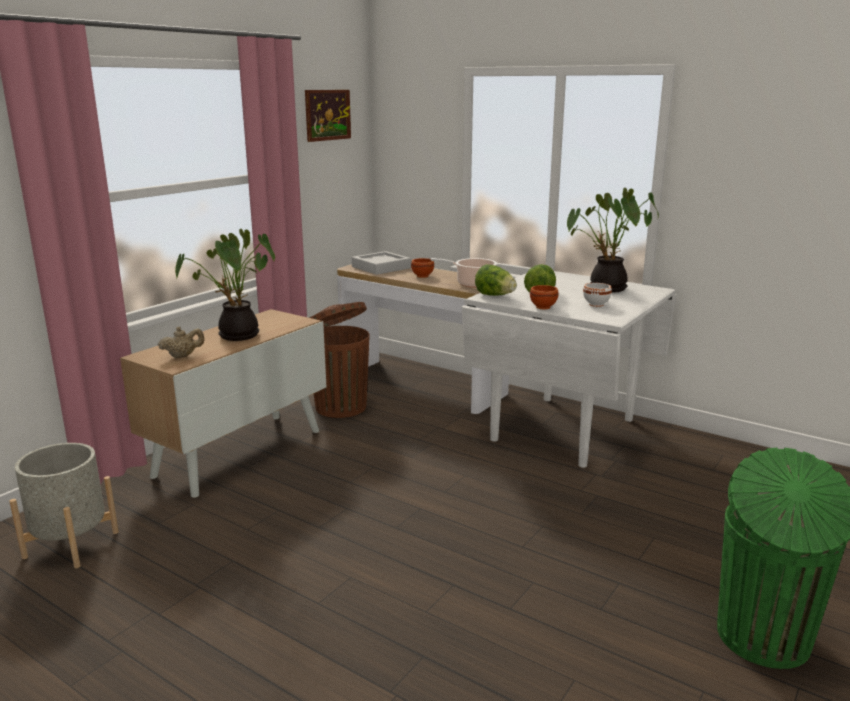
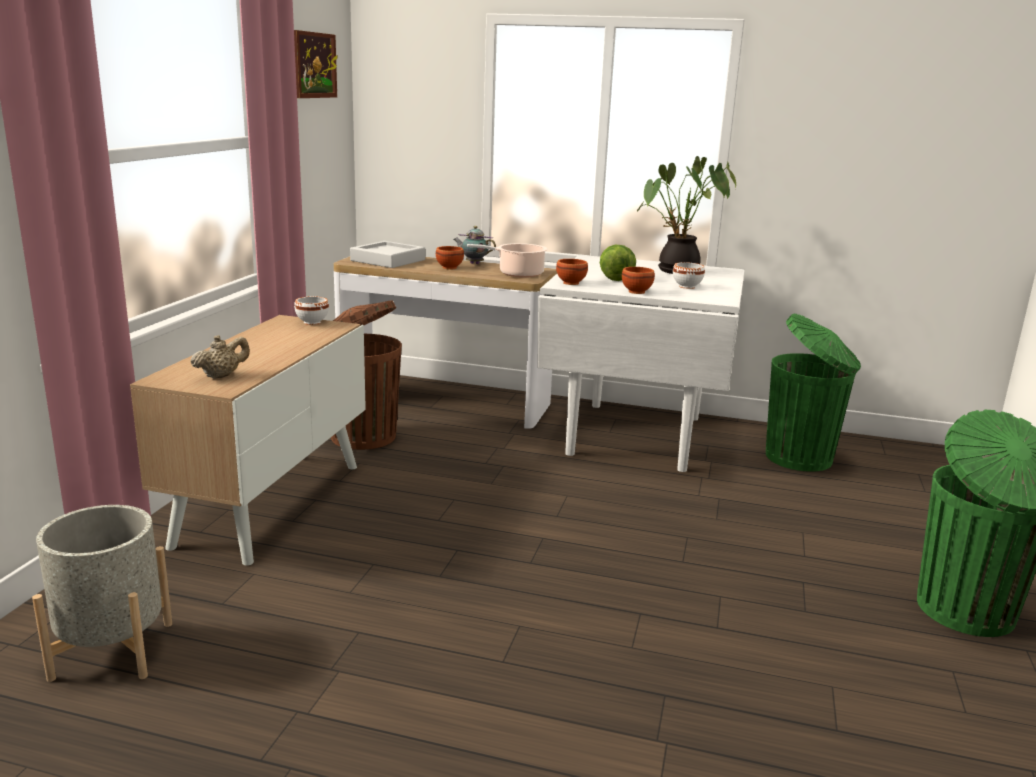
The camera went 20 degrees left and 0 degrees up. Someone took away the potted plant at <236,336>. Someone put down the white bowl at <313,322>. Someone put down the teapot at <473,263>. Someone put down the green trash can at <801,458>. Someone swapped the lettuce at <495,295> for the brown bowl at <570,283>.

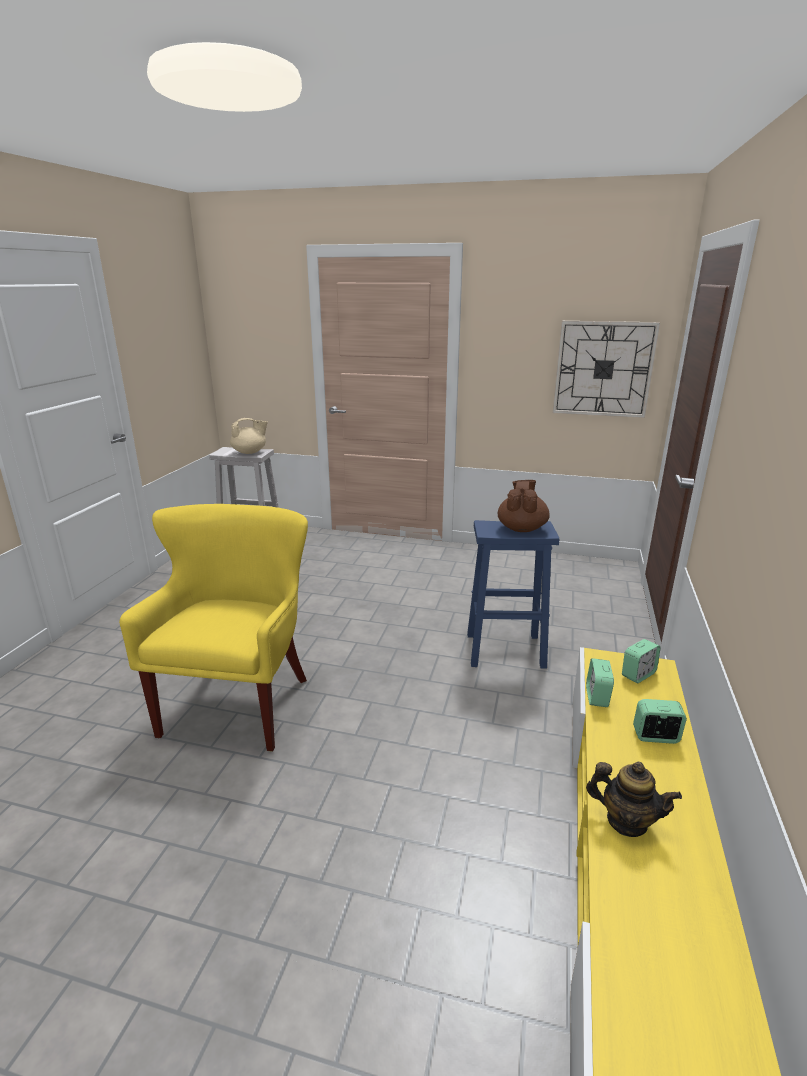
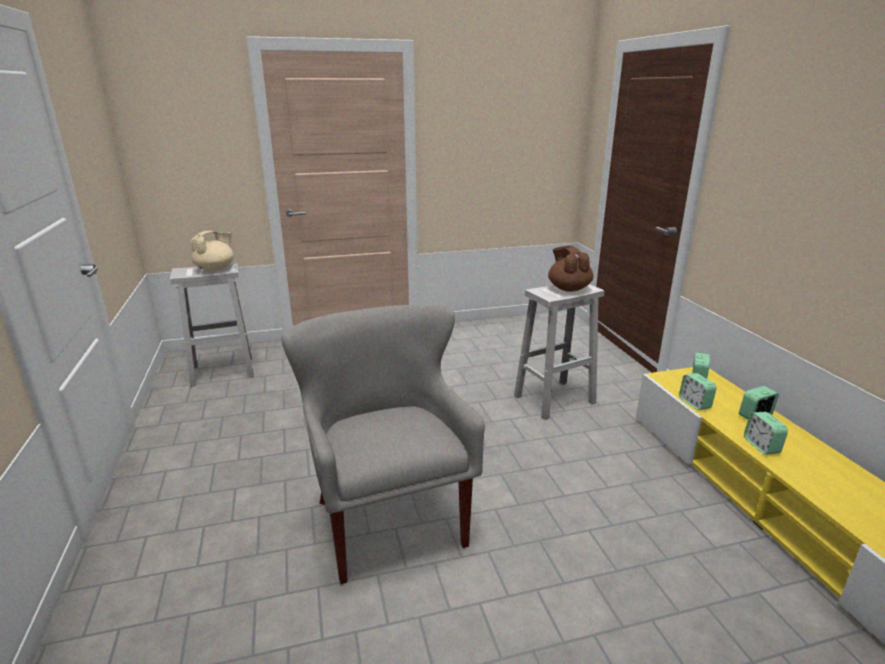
The camera went 30 degrees left and 0 degrees up. Someone took away the wall clock at <603,369>. Someone took away the teapot at <626,821>. Someone put down the alarm clock at <761,446>. Someone repainted the yellow armchair at <240,704>, which became the grey armchair at <389,520>. Someone repainted the blue stool at <506,650>, which became the white stool at <555,399>.

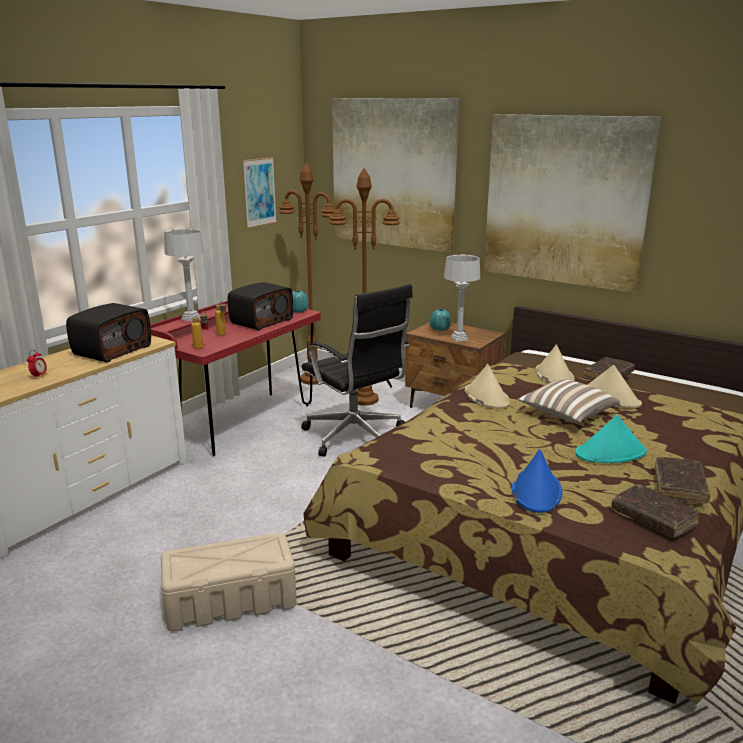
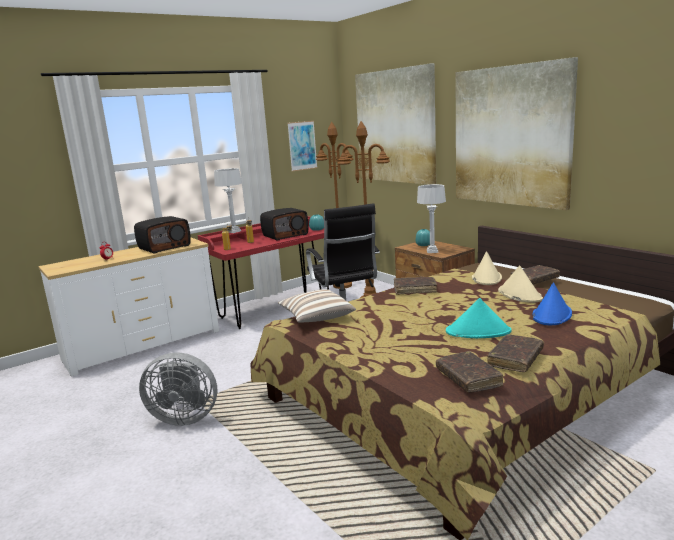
The camera went 20 degrees right and 5 degrees down. Someone carried the blue hat from <536,491> to <552,315>. Someone carried the pillow from <566,414> to <316,318>. Someone swapped the beige storage box at <231,601> for the grey fan at <184,417>. Someone swapped the beige hat at <486,397> for the brown book at <415,290>.

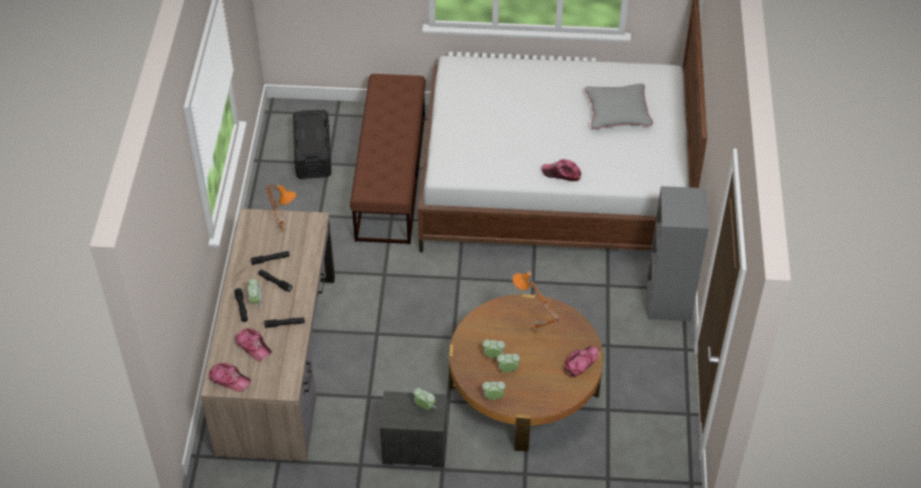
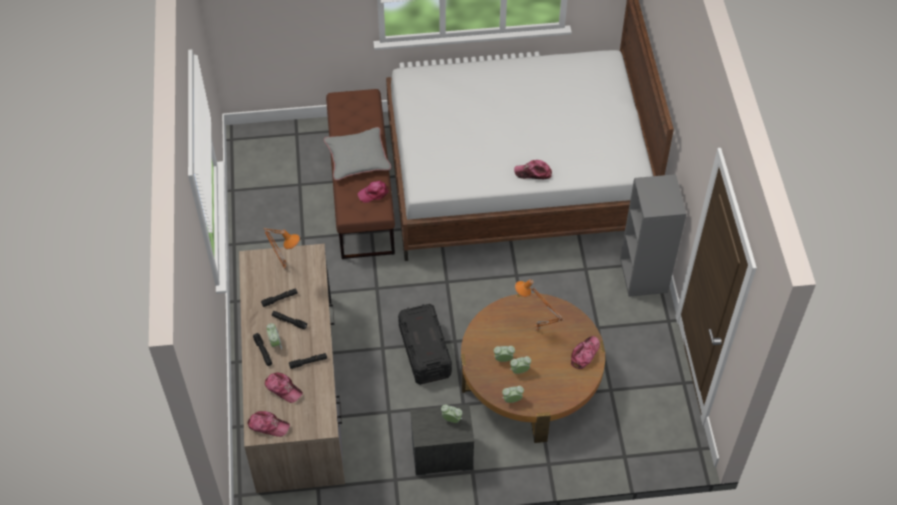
The camera went 10 degrees left and 5 degrees up. Someone put down the pink cap at <374,193>. Someone carried the black storage box from <313,154> to <425,351>. Someone carried the grey pillow from <617,111> to <357,158>.

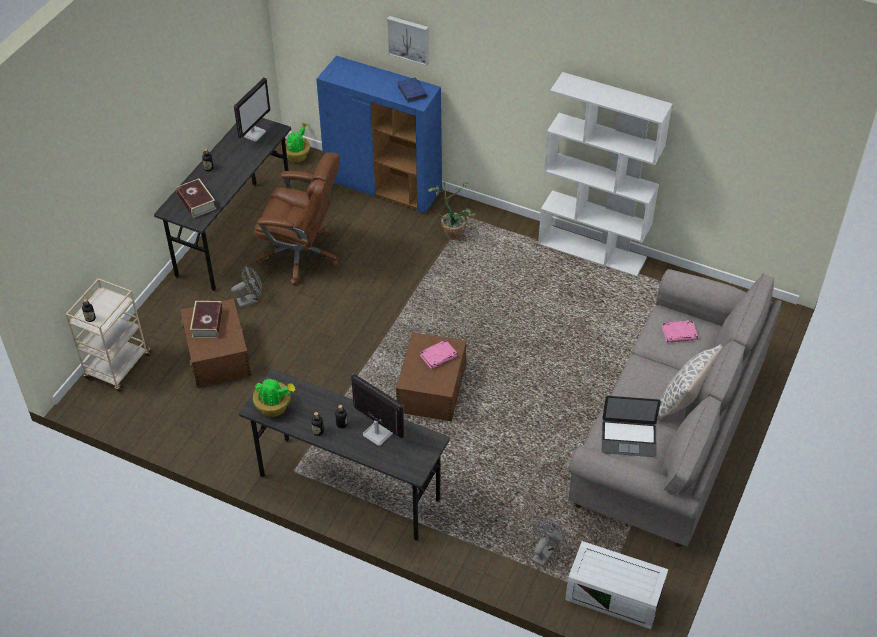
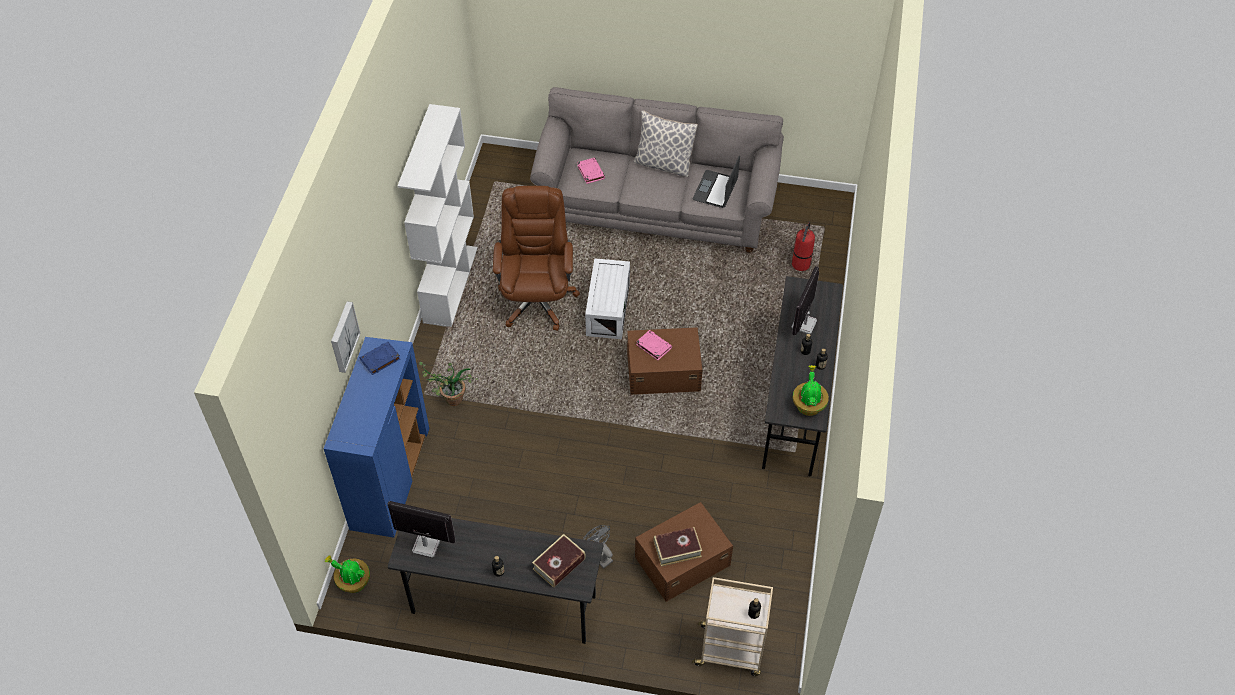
The camera went 105 degrees left and 5 degrees up. Someone carried the brown office chair from <301,255> to <537,299>. Someone carried the white storage box from <615,595> to <607,309>. Someone swapped the grey fan at <544,553> for the fire extinguisher at <801,264>. Someone rotated the laptop at <628,438> by 150 degrees counterclockwise.

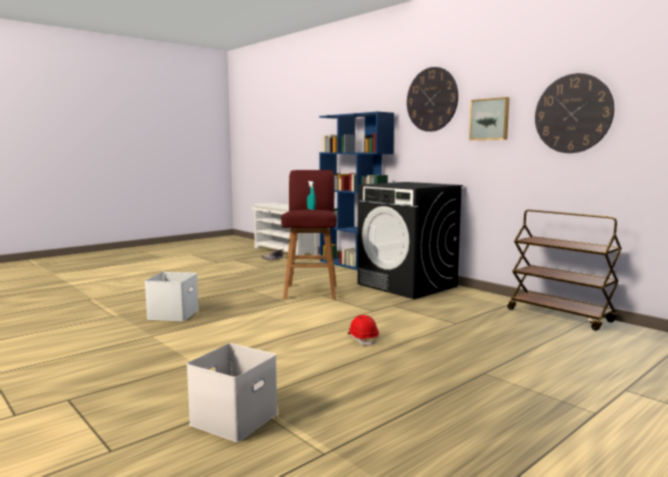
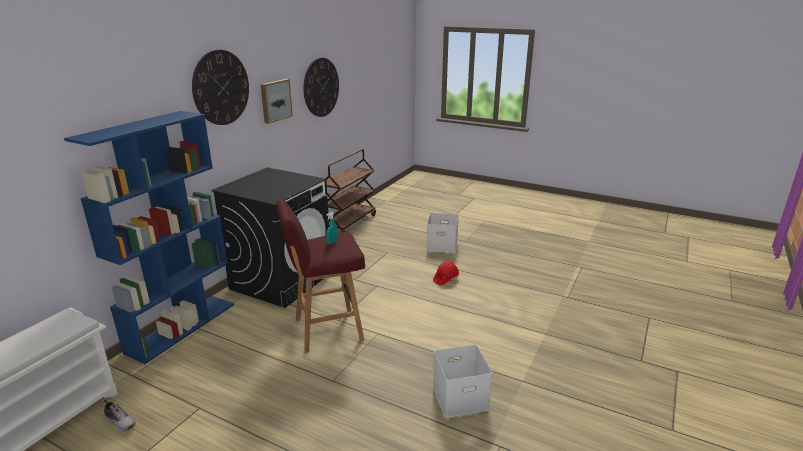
The camera went 110 degrees left and 15 degrees up. Someone carried the white storage box from <234,420> to <443,245>.

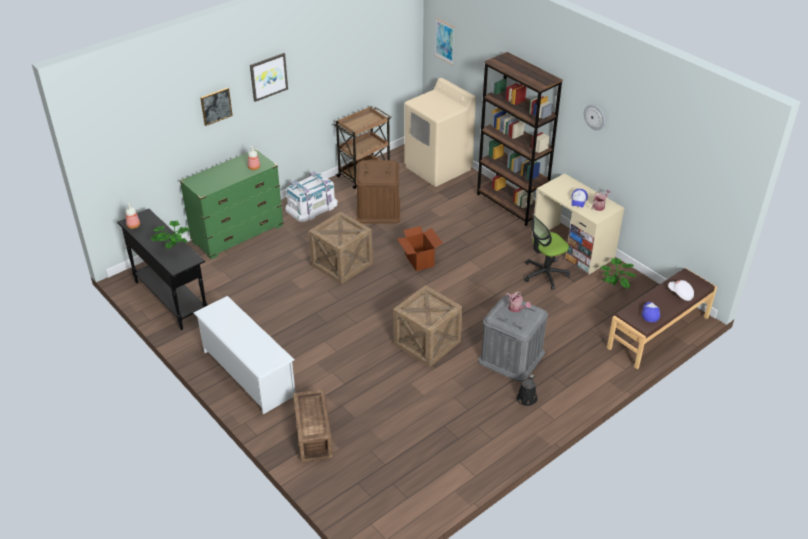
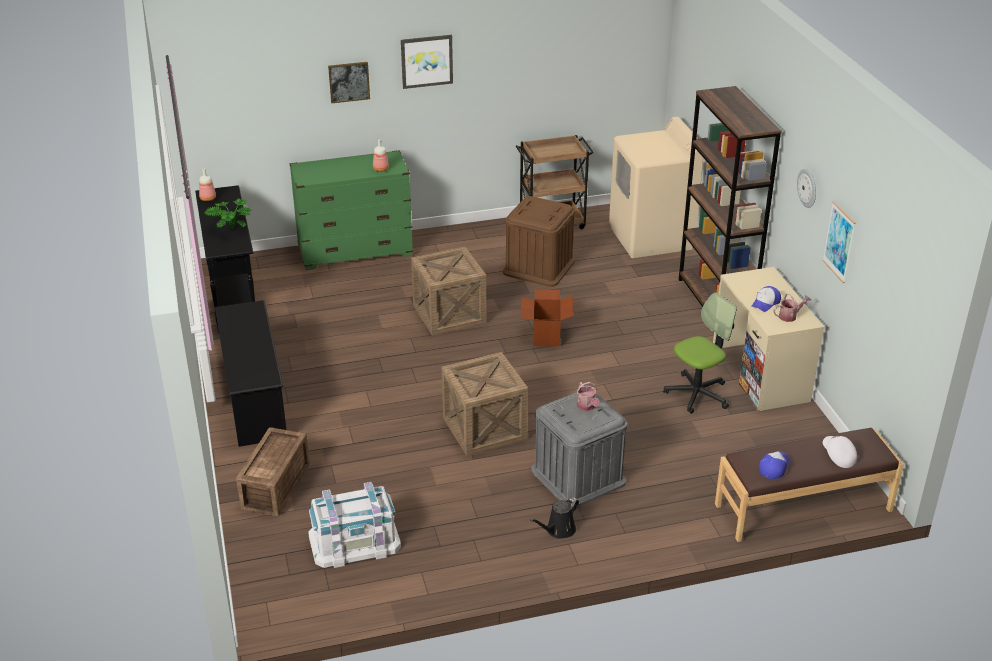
The camera went 25 degrees right and 5 degrees down. Someone took away the potted plant at <616,284>. Someone carried the white storage box from <311,207> to <354,542>. Someone carried the picture from <444,41> to <839,241>. Someone repainted the white shoe rack at <248,373>, which became the black shoe rack at <255,399>. Someone rotated the office chair at <544,274> by 150 degrees clockwise.

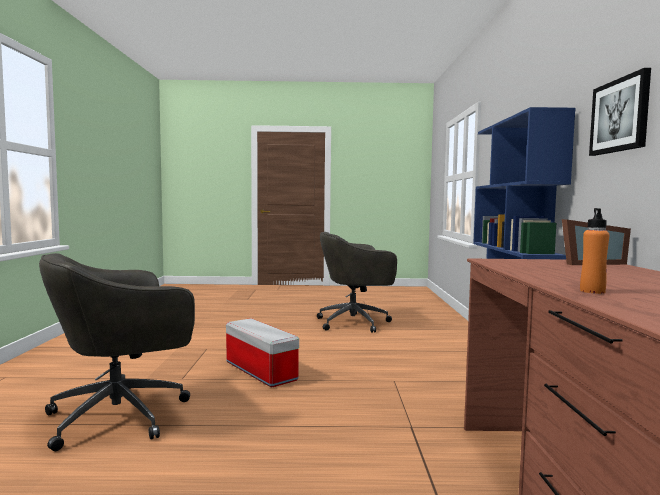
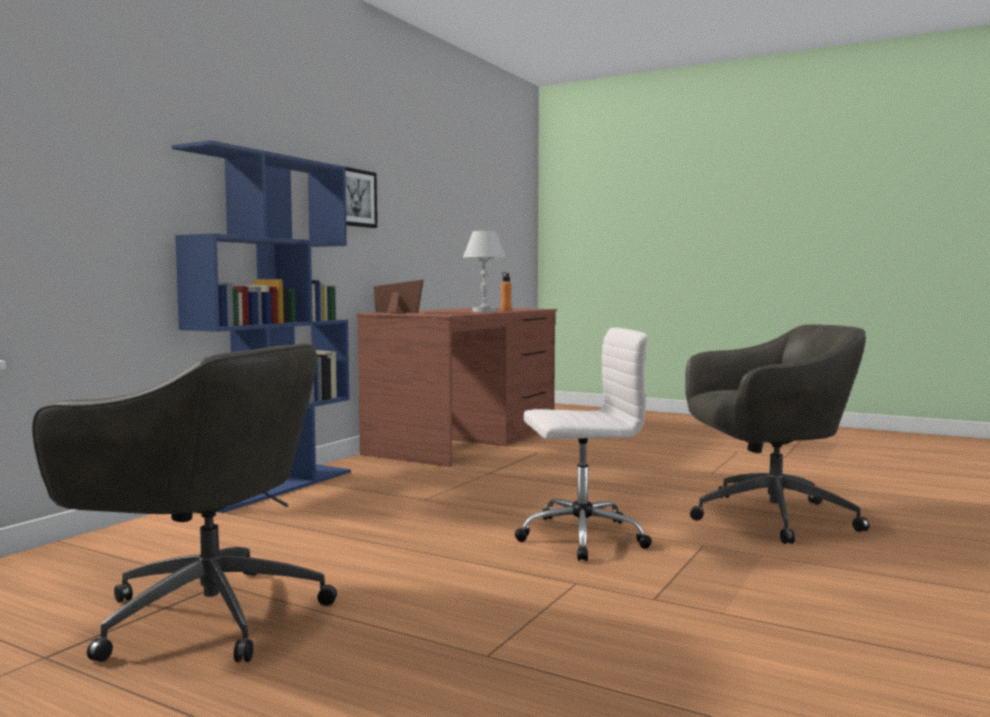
The camera went 150 degrees left and 0 degrees up. Someone put down the white table lamp at <484,311>. Someone swapped the storage box at <259,371> for the white office chair at <579,537>.

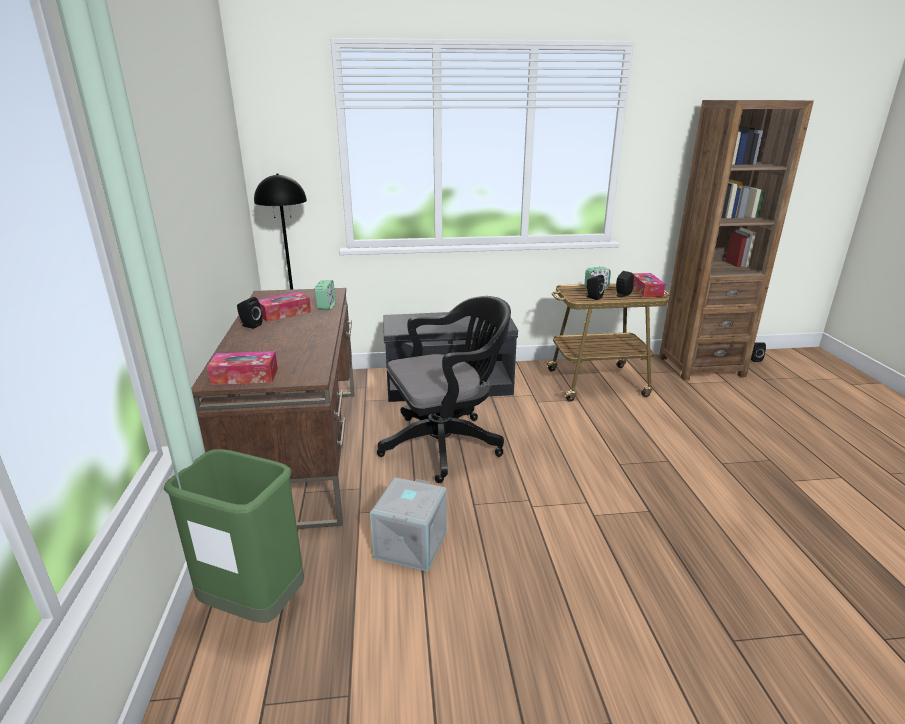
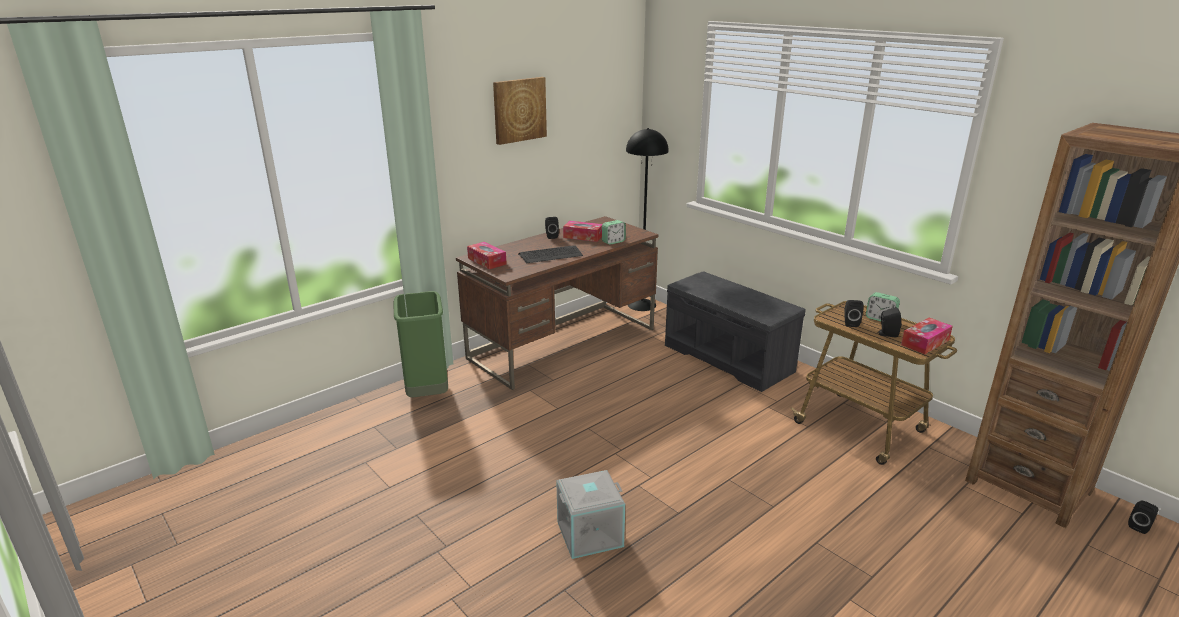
The camera went 55 degrees right and 0 degrees up. Someone took away the black office chair at <447,444>. Someone put up the picture at <519,110>. Someone put down the keyboard at <550,255>. Someone carried the grey storage box from <410,544> to <590,533>.

